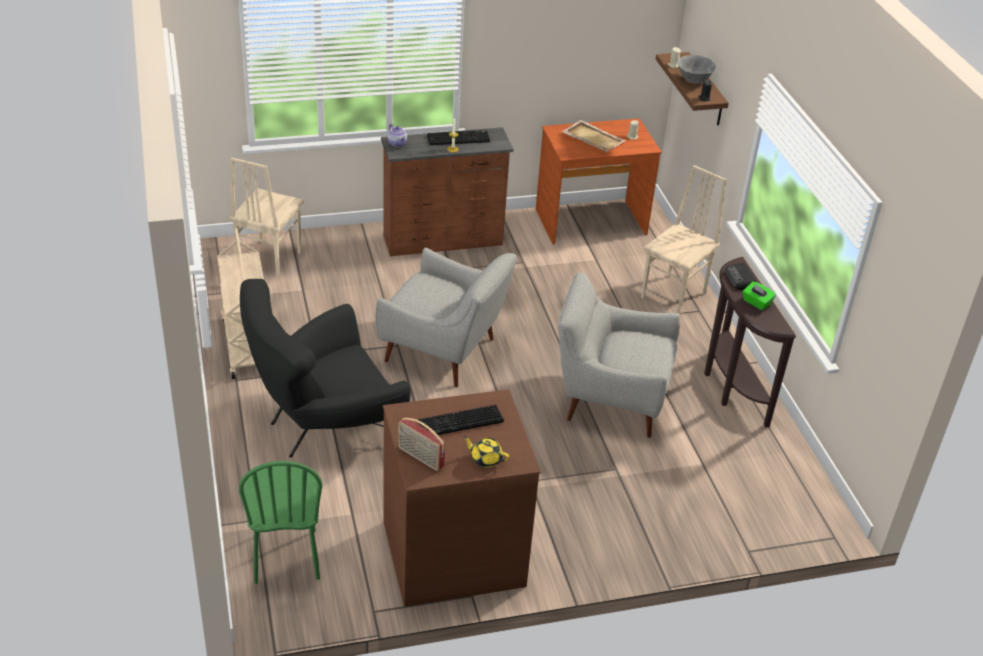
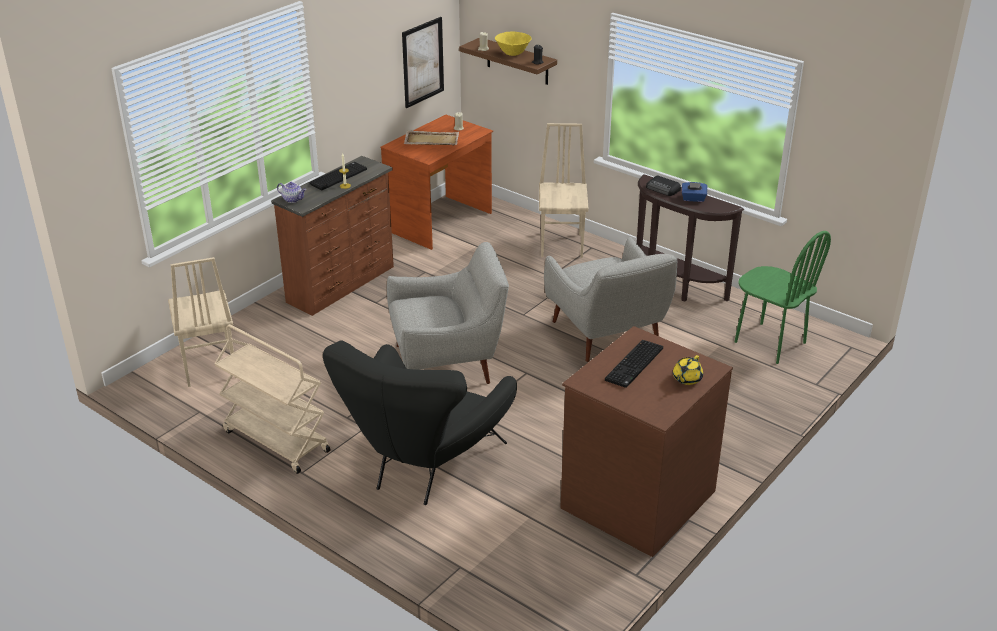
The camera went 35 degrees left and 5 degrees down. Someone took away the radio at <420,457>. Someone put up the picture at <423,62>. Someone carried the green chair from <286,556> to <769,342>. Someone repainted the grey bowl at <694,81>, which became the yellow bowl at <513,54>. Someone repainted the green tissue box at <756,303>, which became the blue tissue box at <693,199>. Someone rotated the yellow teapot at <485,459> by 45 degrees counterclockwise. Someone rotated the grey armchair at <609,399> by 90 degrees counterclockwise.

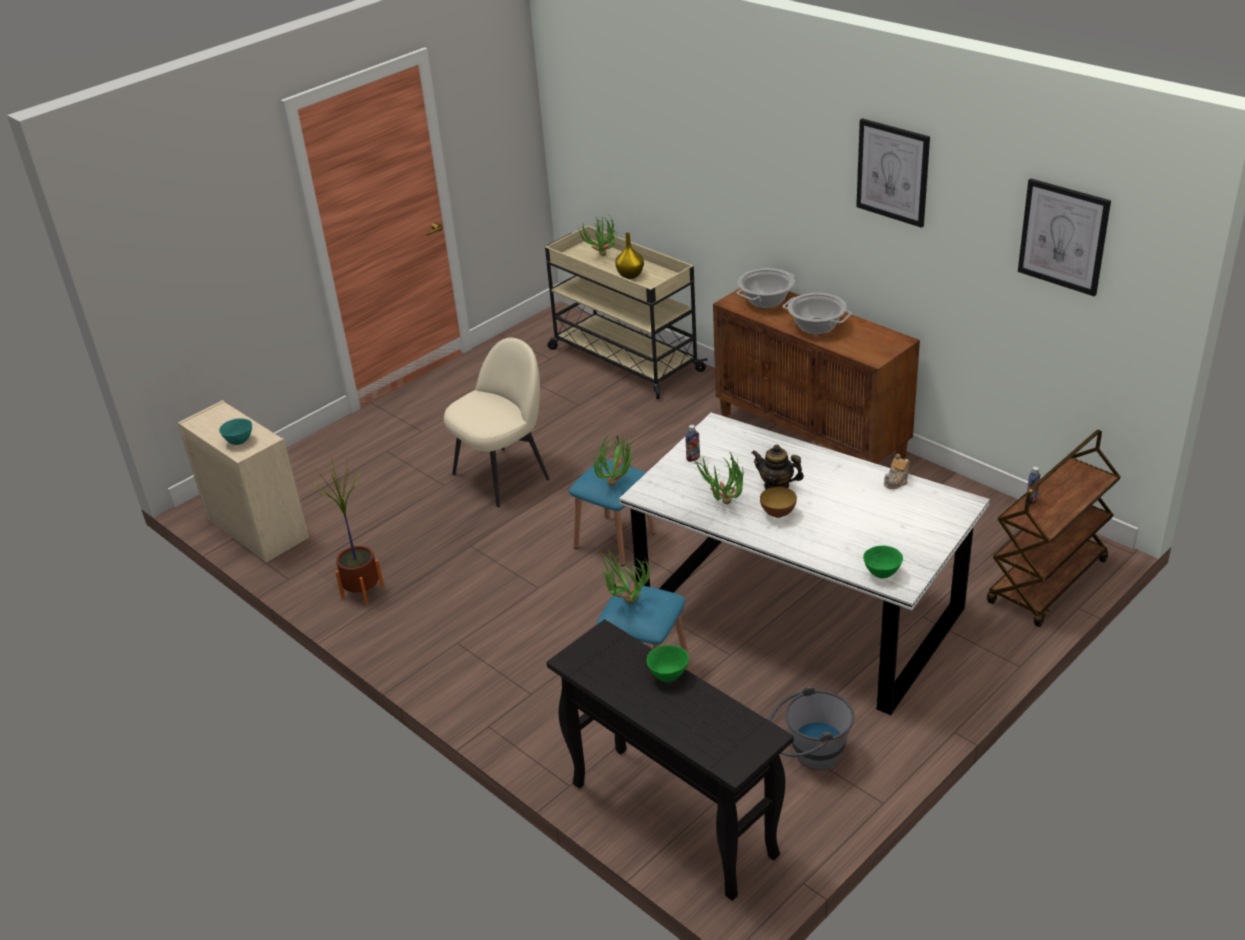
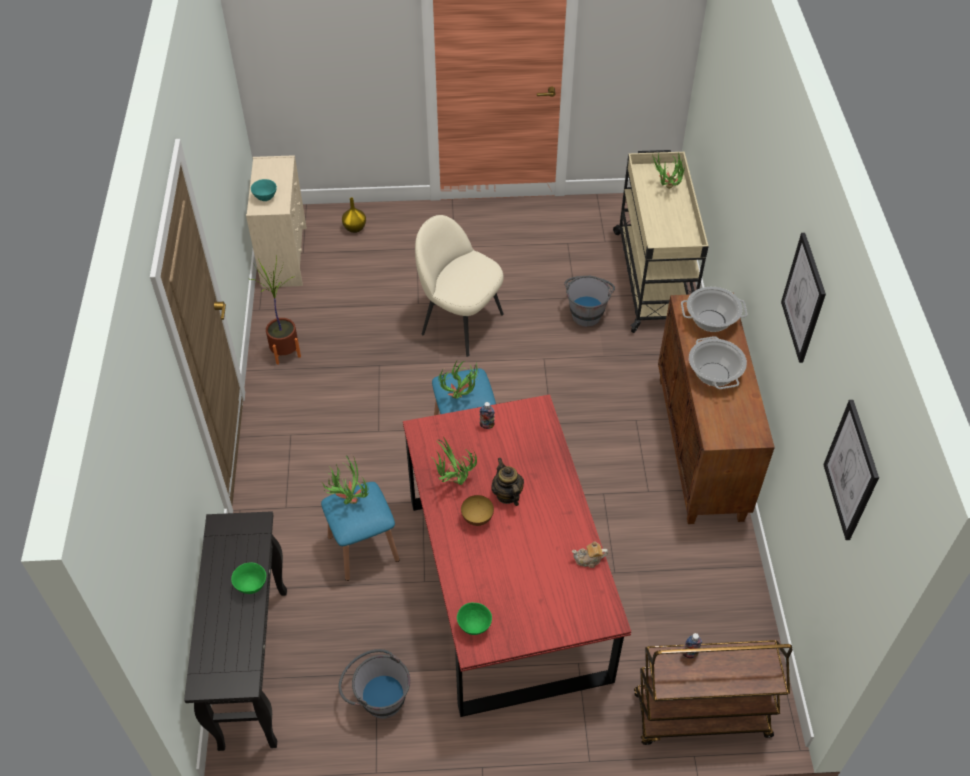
The camera went 40 degrees right and 15 degrees up. Someone put down the grey bucket at <586,311>. Someone carried the yellow vase from <630,275> to <354,228>. Someone repainted the white dining table at <801,609>, which became the red dining table at <508,586>. Someone rotated the beige chair at <503,475> by 150 degrees counterclockwise.

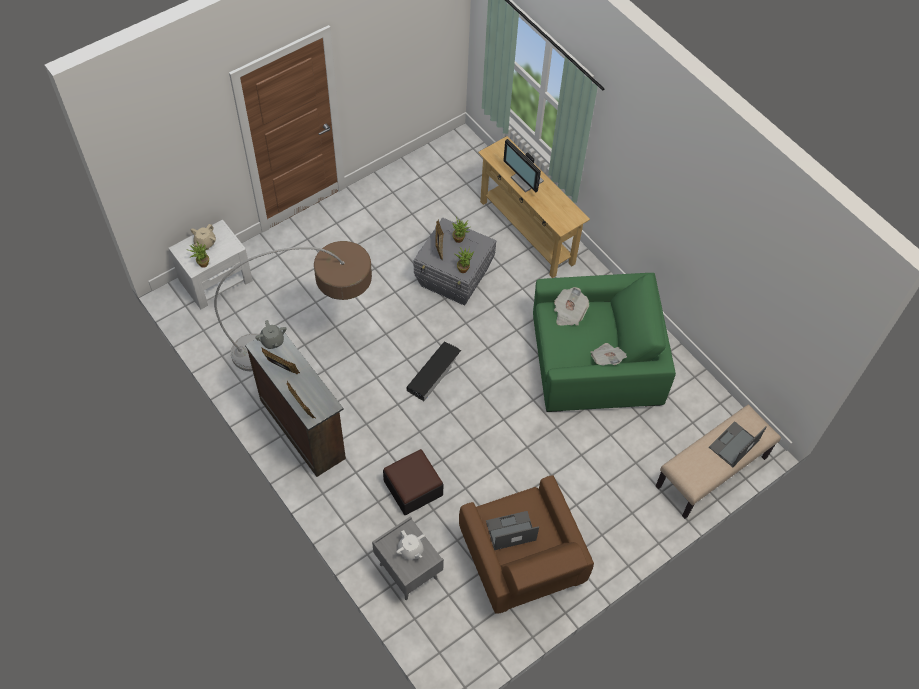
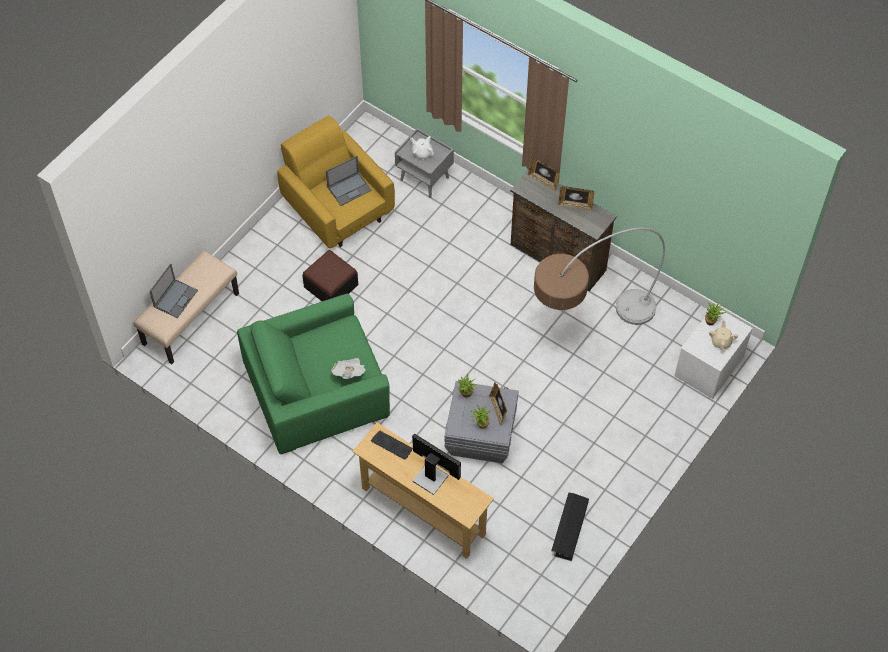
The camera went 165 degrees right and 0 degrees up. Someone took away the grey teapot at <272,341>. Someone took away the newspaper at <607,359>. Someone put down the keyboard at <392,445>. Someone carried the ottoman from <413,488> to <331,286>. Someone carried the black storage box from <434,373> to <569,528>. Someone repainted the brown armchair at <521,562>, which became the yellow armchair at <337,208>.

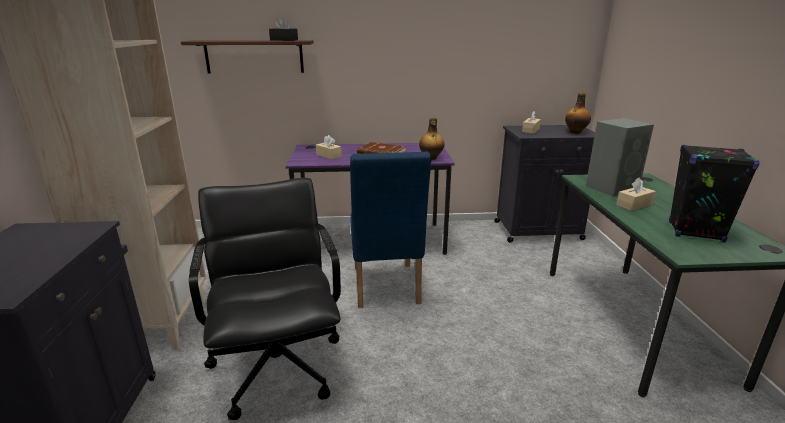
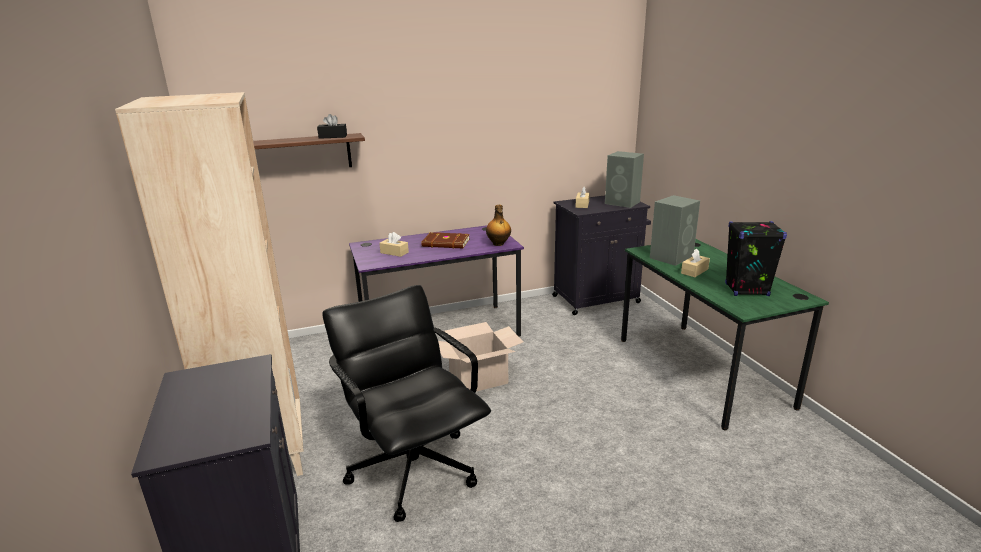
The camera went 15 degrees left and 0 degrees up. Someone swapped the blue chair at <385,289> for the cardboard box at <478,379>. Someone swapped the bottle at <576,132> for the grey speaker at <623,203>.

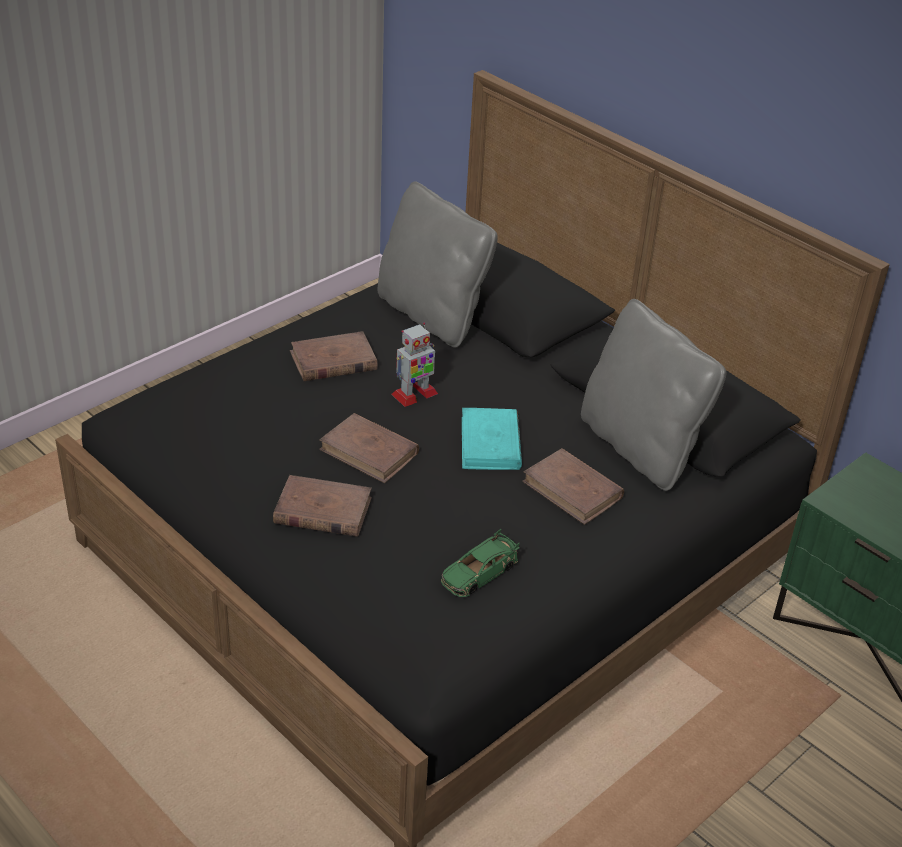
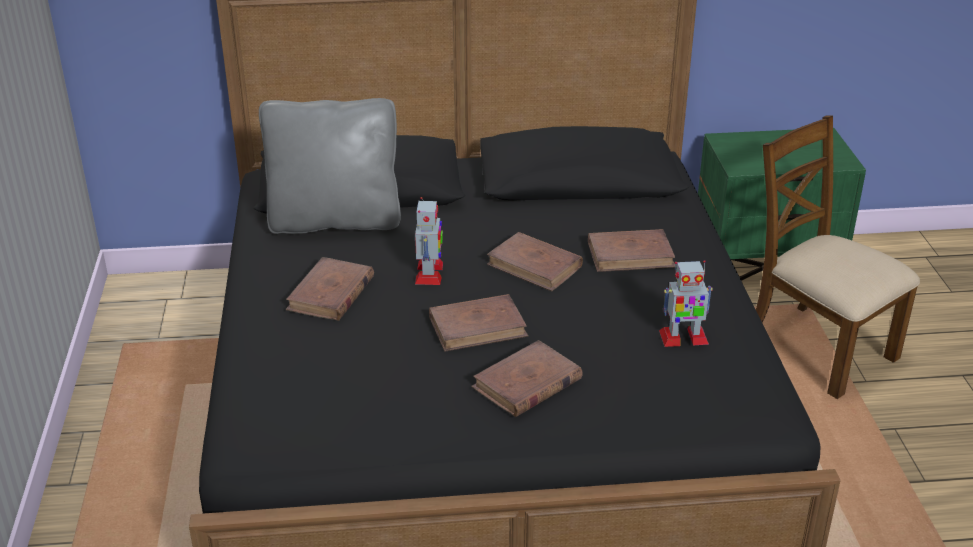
The camera went 50 degrees left and 5 degrees down. Someone took away the grey pillow at <640,447>. Someone put down the brown chair at <817,348>. Someone swapped the green toy car at <479,572> for the toy robot at <683,338>. Someone repainted the turquoise book at <490,443>, which became the brown book at <535,266>.

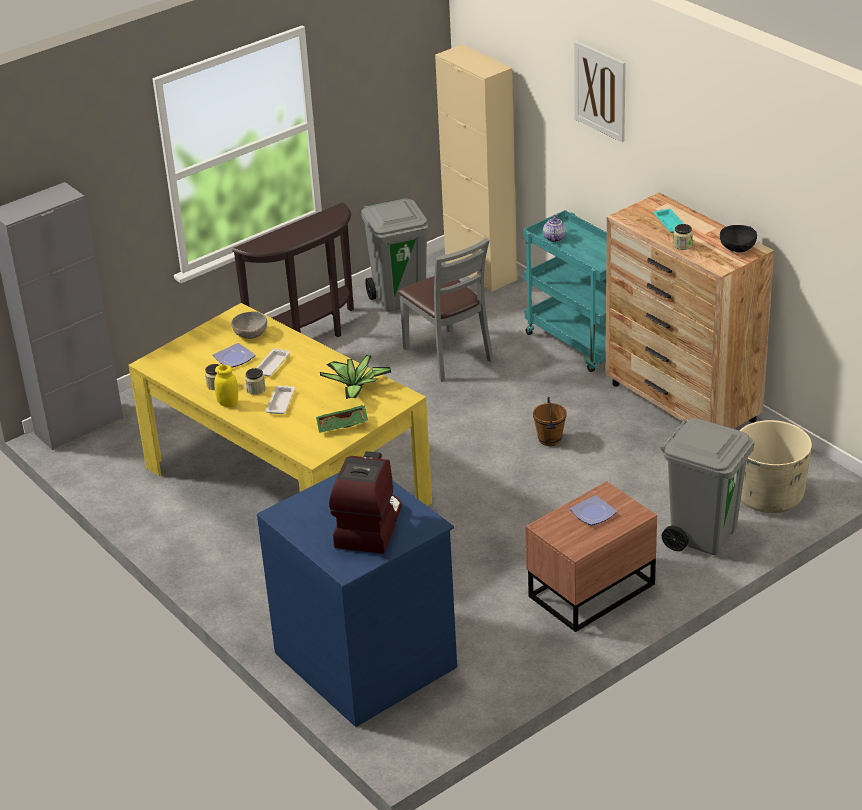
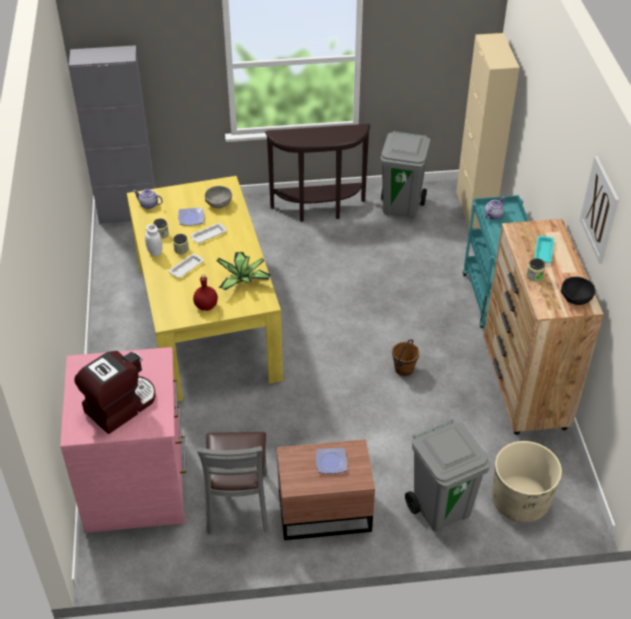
The camera went 30 degrees right and 10 degrees up. Someone put down the teapot at <148,205>. Someone carried the grey chair from <447,355> to <238,504>. Someone carried the picture from <600,91> to <599,210>. Someone swapped the green tray at <342,425> for the red bottle at <206,306>. Someone repainted the yellow jar at <228,403>, which became the white jar at <155,252>. Someone repainted the blue dresser at <367,659>, which became the pink dresser at <137,483>.

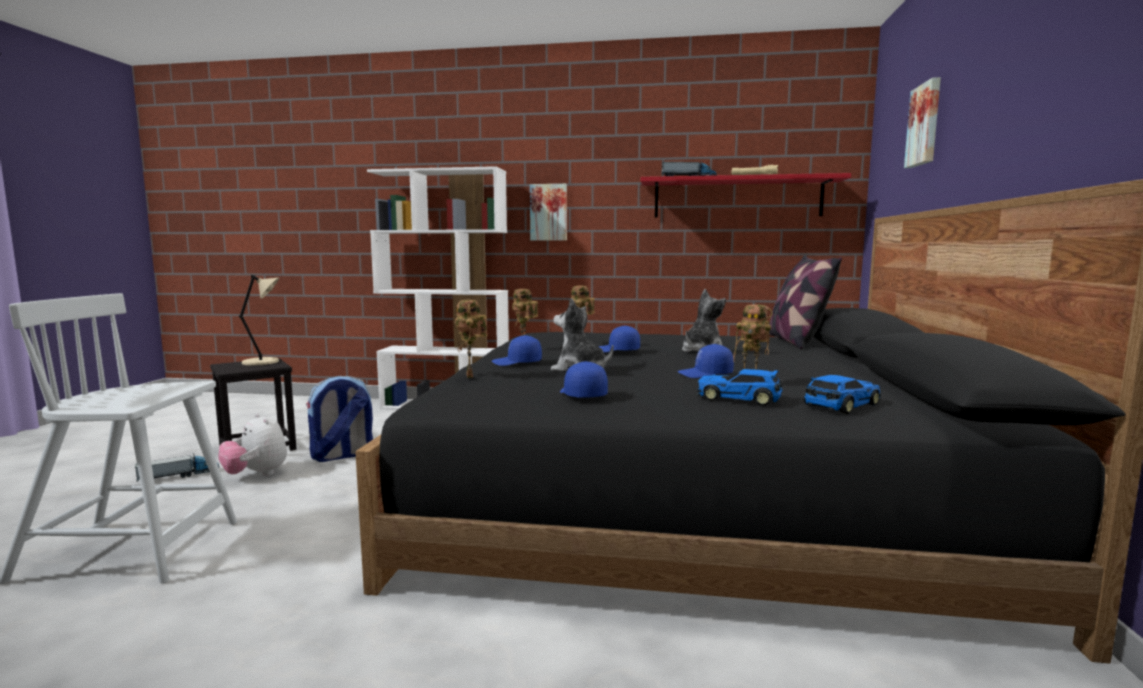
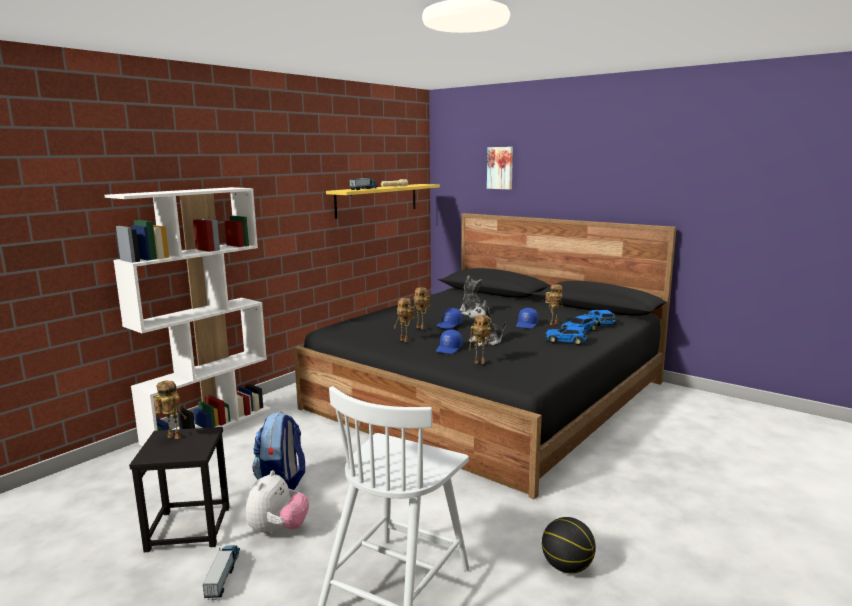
The camera went 60 degrees left and 5 degrees up. Someone took away the picture at <548,212>. Someone took away the blue cap at <581,395>. Someone took away the pillow at <796,341>. Someone put down the basketball at <567,567>. Someone put down the toy car at <566,341>. Someone swapped the beige table lamp at <263,362> for the toy robot at <172,437>. Someone repainted the red shelf at <737,198>, which became the yellow shelf at <377,200>. Someone rotated the plush toy at <256,474> by 60 degrees counterclockwise.

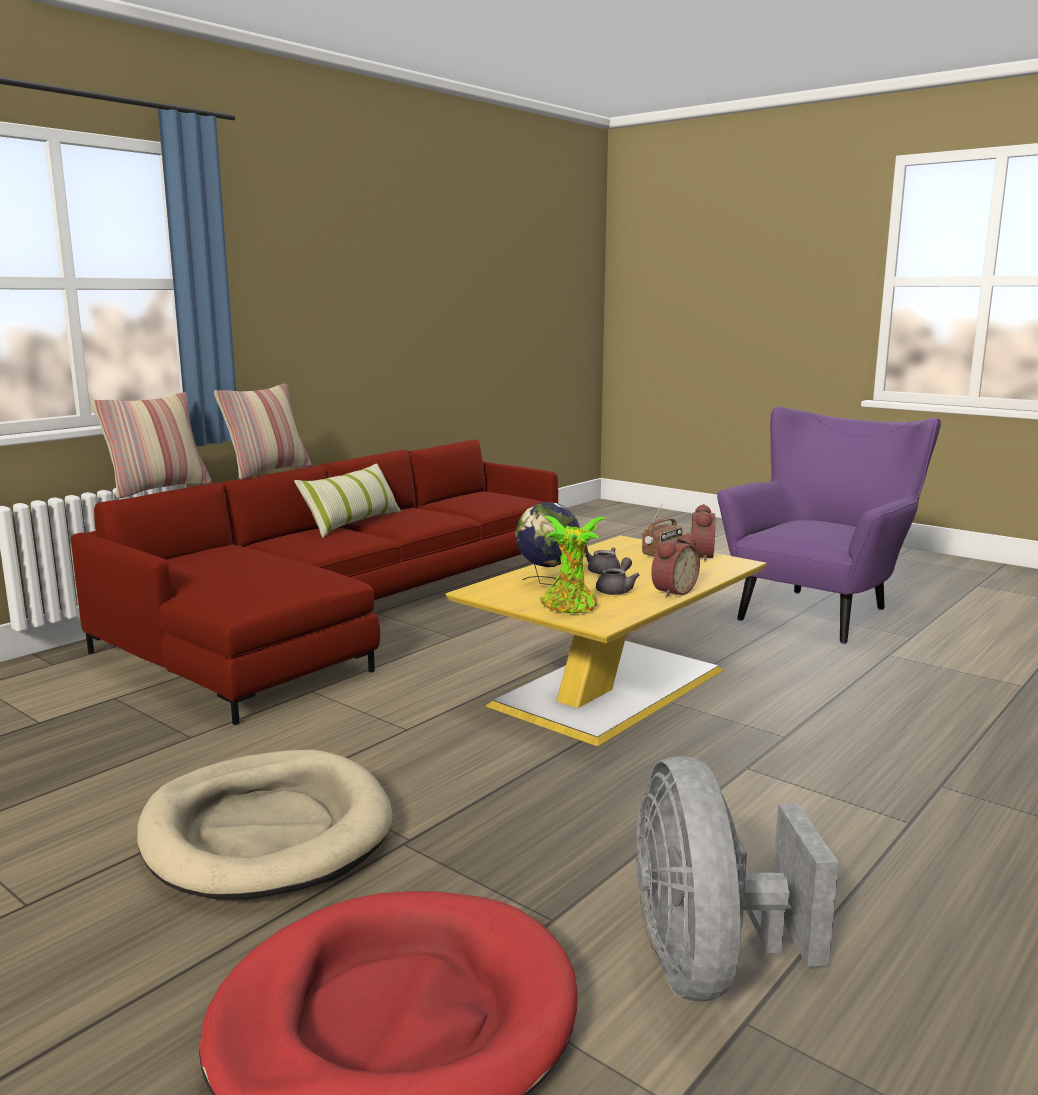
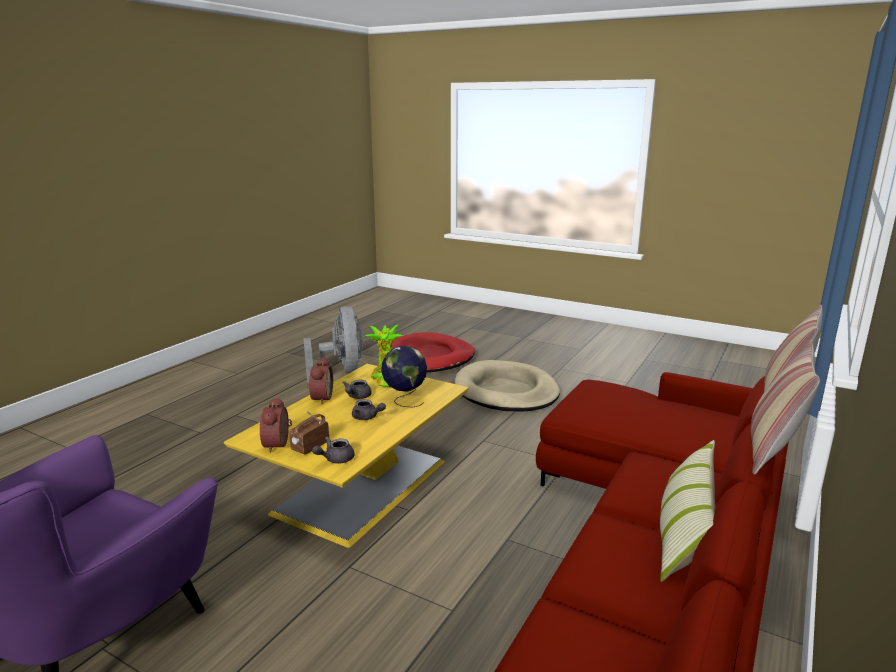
The camera went 170 degrees right and 5 degrees up. Someone put down the grey teapot at <335,459>. Someone rotated the alarm clock at <671,591> by 150 degrees clockwise.

